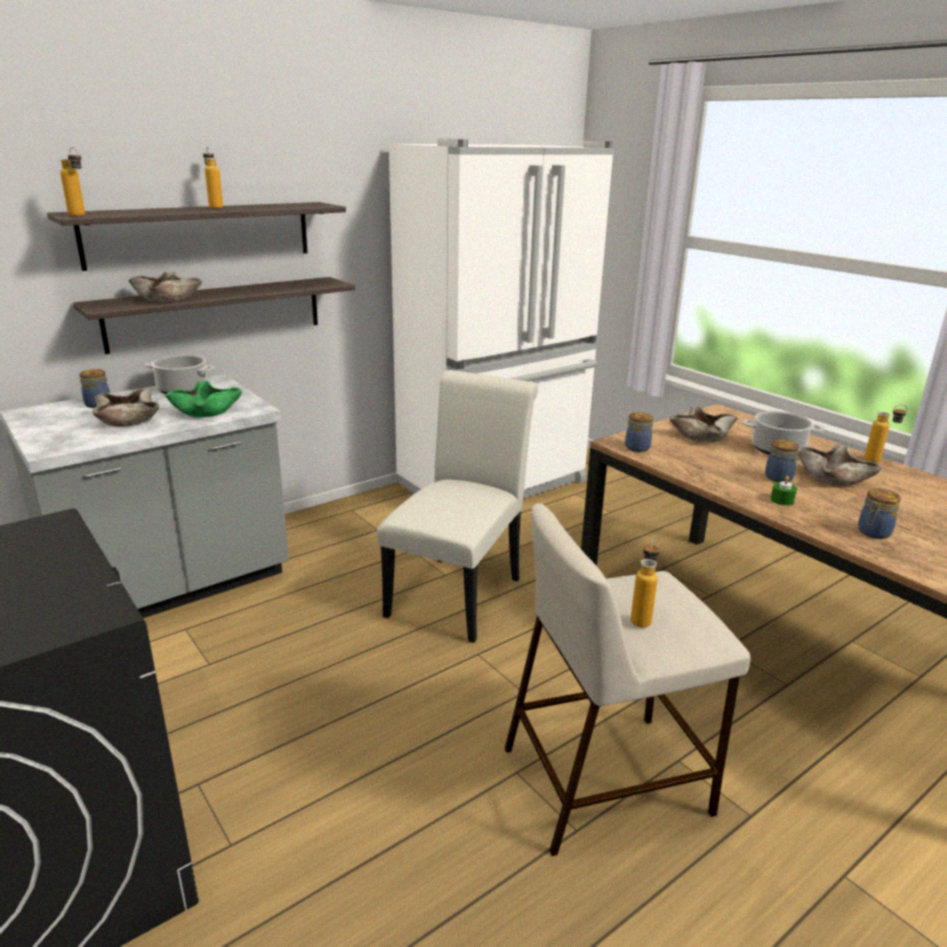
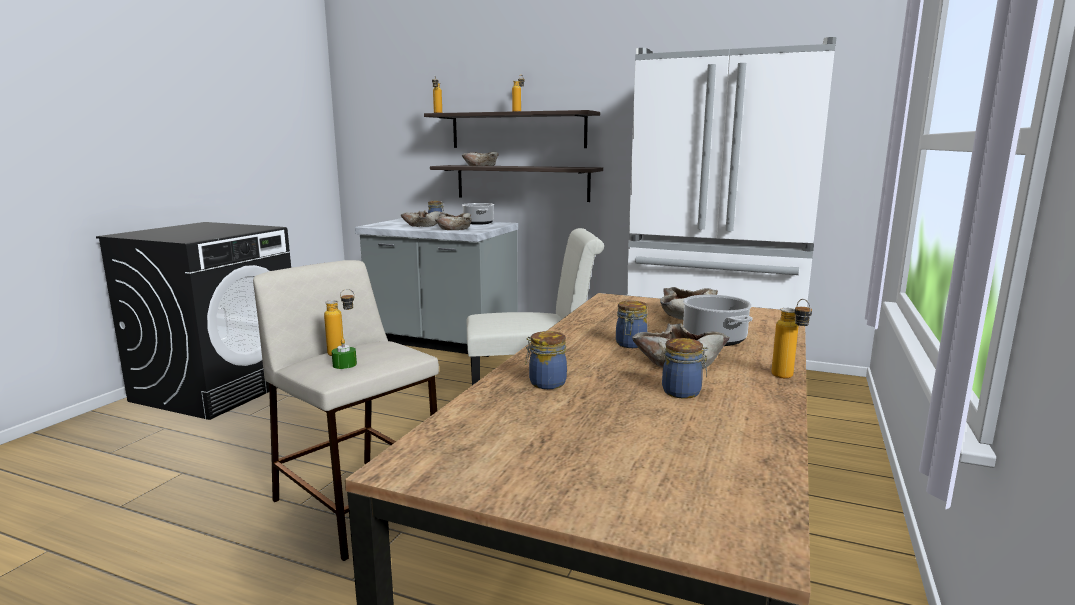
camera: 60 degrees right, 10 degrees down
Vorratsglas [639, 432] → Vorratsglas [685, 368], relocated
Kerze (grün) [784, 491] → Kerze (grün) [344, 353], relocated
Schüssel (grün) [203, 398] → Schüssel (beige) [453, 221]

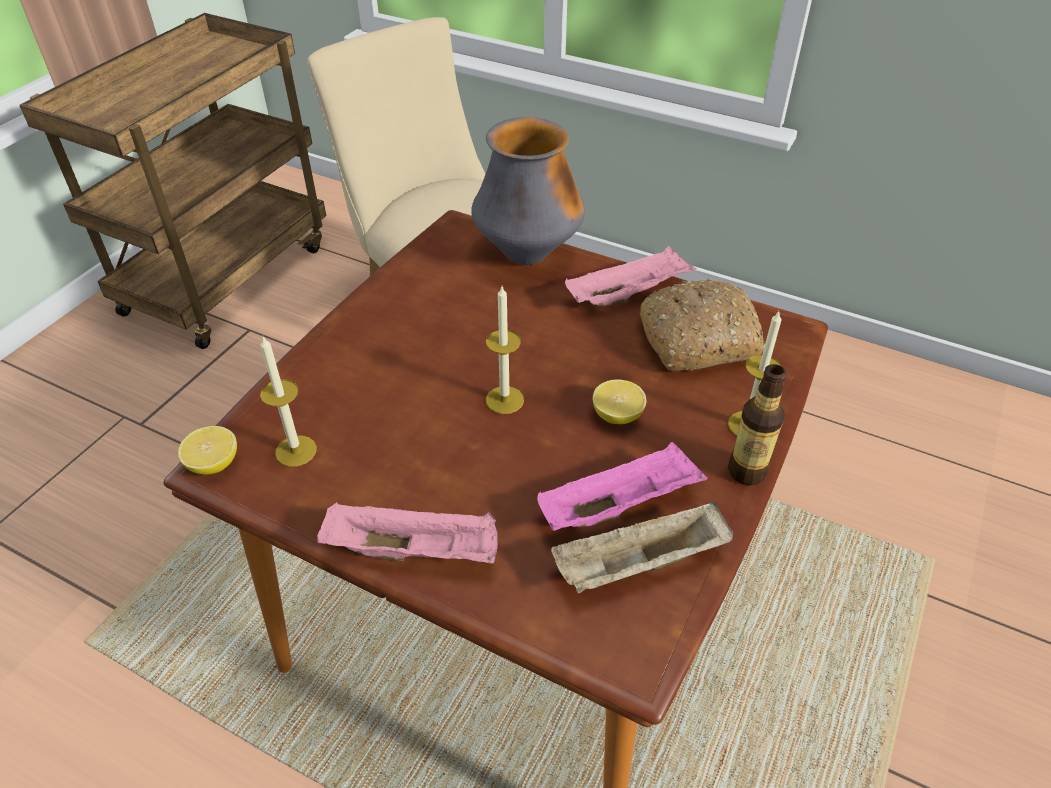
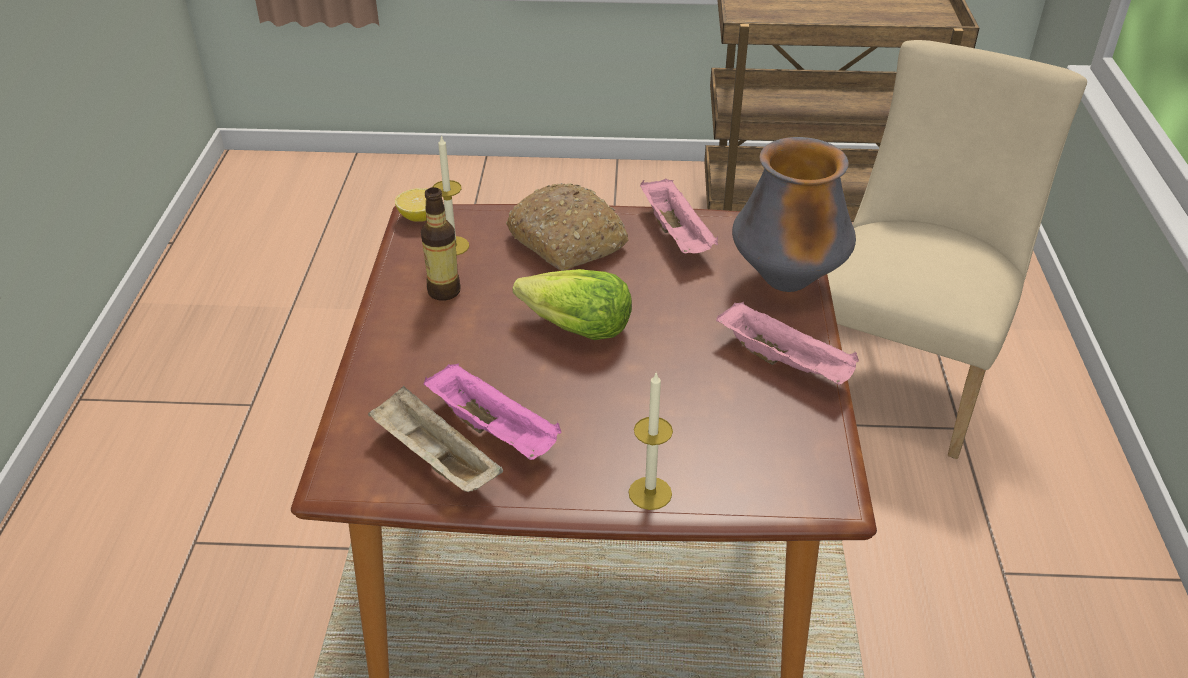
camera: 65 degrees right, 5 degrees down
Zitrone [619, 401] → -
Tablett (rosa) [407, 533] → Tablett (rosa) [679, 216], relocated
Brot [702, 325] → Brot [567, 227], relocated
Flasche [757, 424] → Flasche [441, 244], relocated
Kerze [505, 350] → Salatkopf [572, 304]

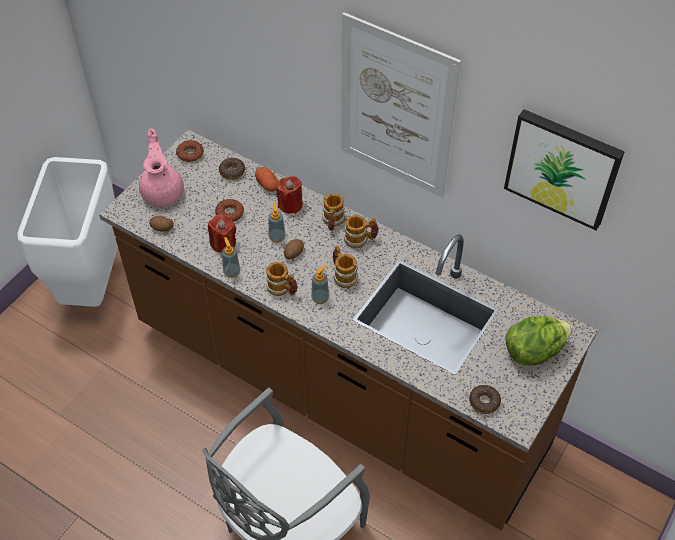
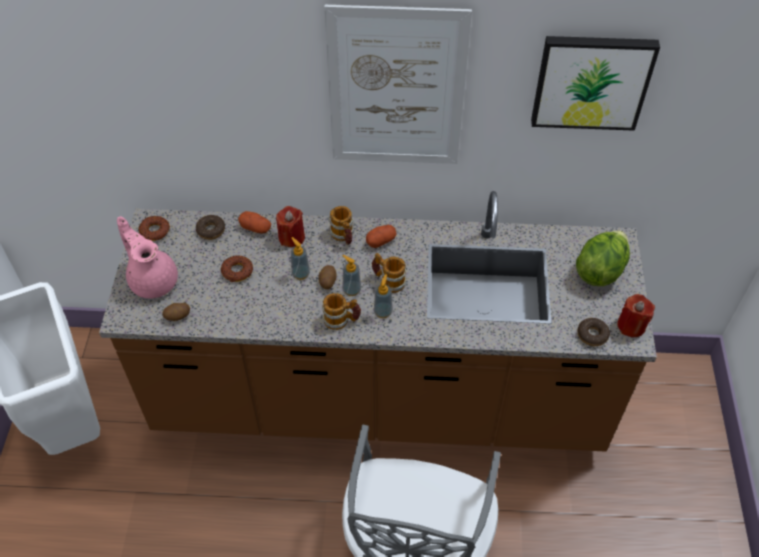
camera: 30 degrees left, 0 degrees up
Kerze (rot) [222, 234] → Kerze (rot) [636, 315], relocated
Seifenspender [231, 257] → Seifenspender [352, 275], relocated
Henkelbecher [361, 231] → Kartoffel [381, 236]

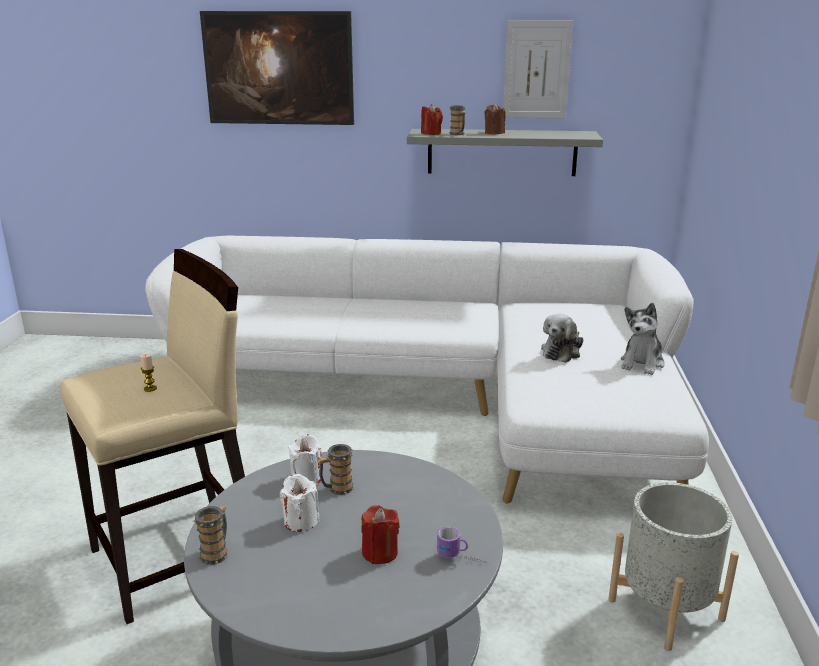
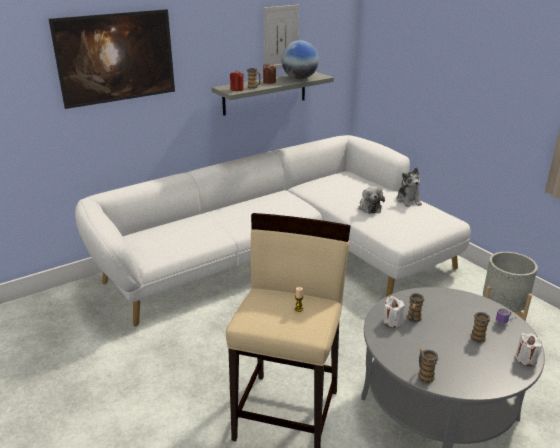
camera: 40 degrees left, 5 degrees up
- → Globus [300, 59]
Kerze (weiß) [300, 503] → Kerze (weiß) [528, 349], relocated
Kerze (rot) [380, 534] → Henkelbecher [480, 327]

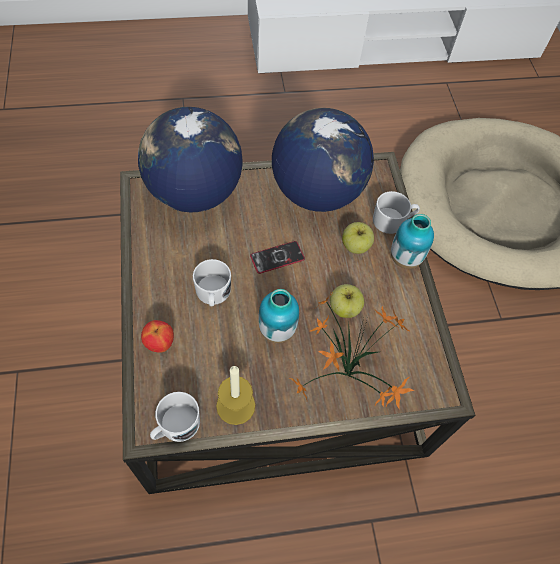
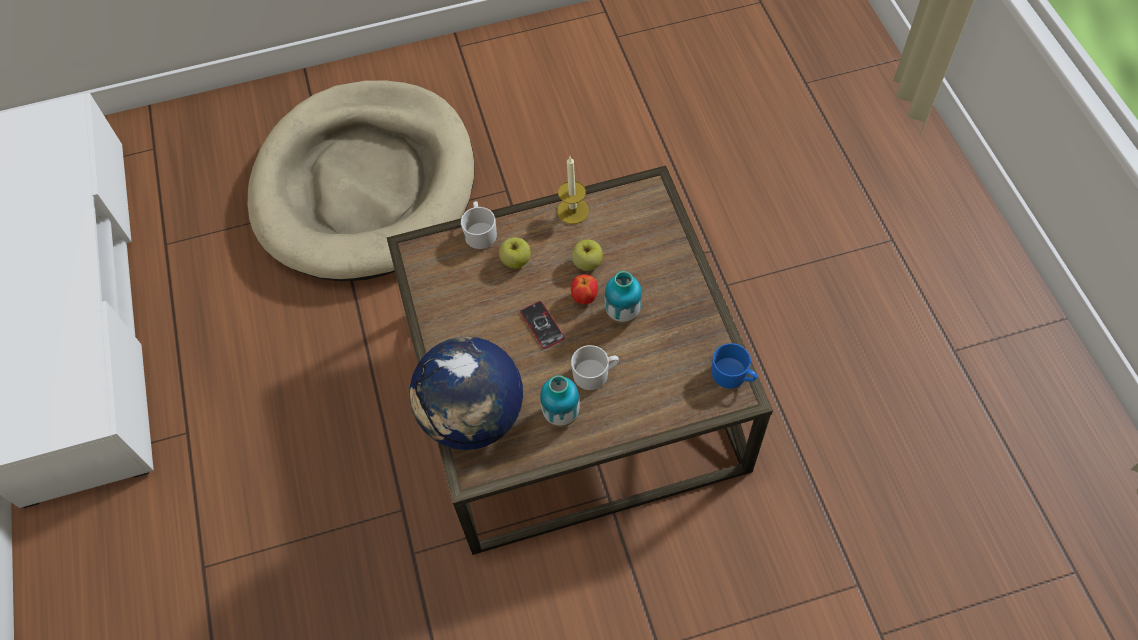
camera: 90 degrees left, 0 degrees up
Globus [323, 160] → -
Topfpflanze [352, 351] → -
Apfel [157, 336] → Apfel [584, 289], relocated
Kerze [235, 395] → Kerze [573, 190], relocated
Vase [412, 241] → Vase [560, 401], relocated
Henkelbecher (weiß) [175, 417] → Henkelbecher (blau) [734, 365]

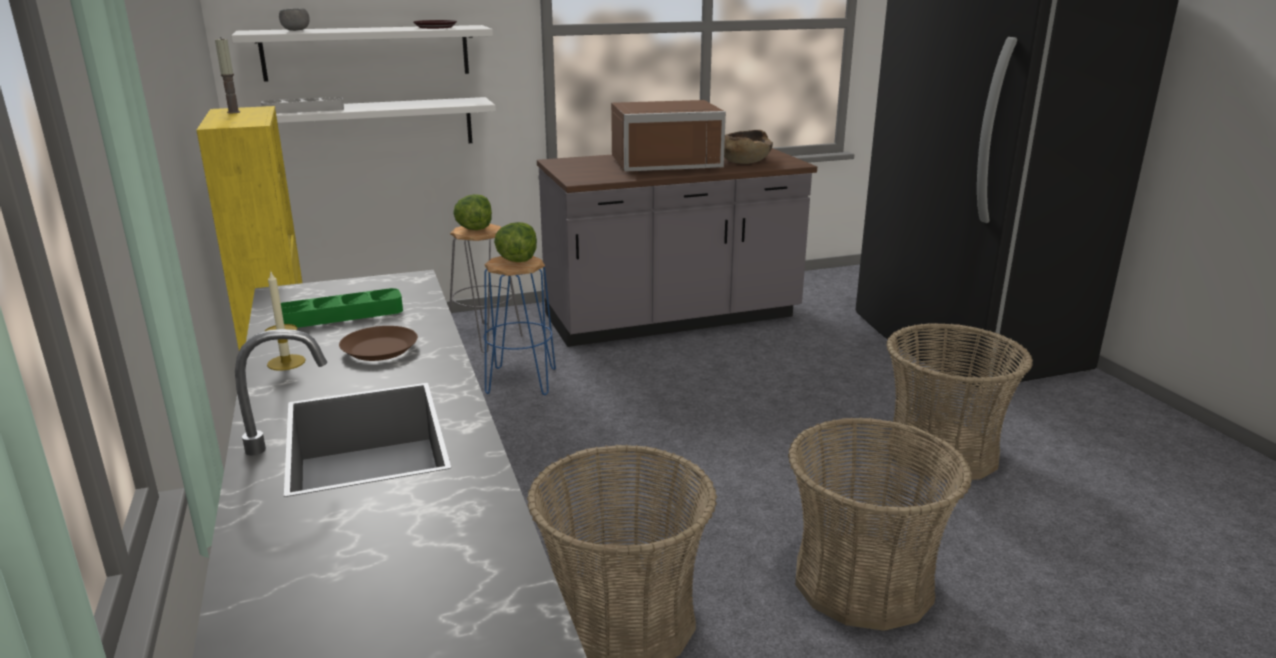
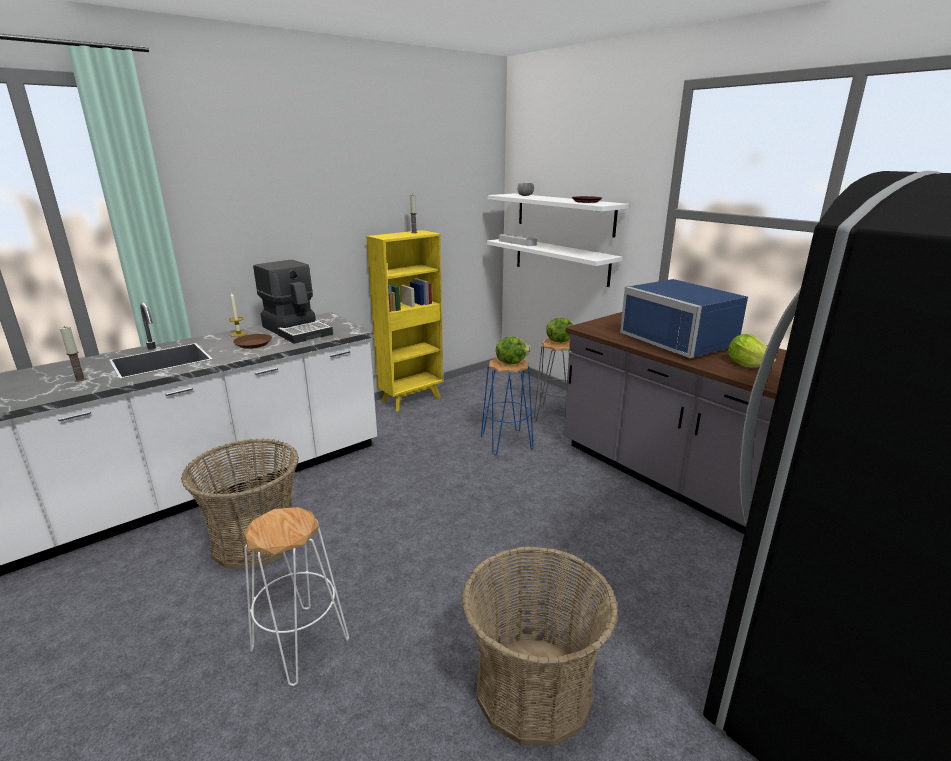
camera: 70 degrees right, 0 degrees up
- → Kerze [73, 354]
Tablett (grün) [342, 308] → Kaffeemaschine [293, 302]
Schüssel (braun) [748, 147] → Salatkopf [752, 351]
Korb [880, 524] → Hocker (weiß) [296, 596]
Mikrowelle (braun) [668, 136] → Mikrowelle (blau) [684, 318]

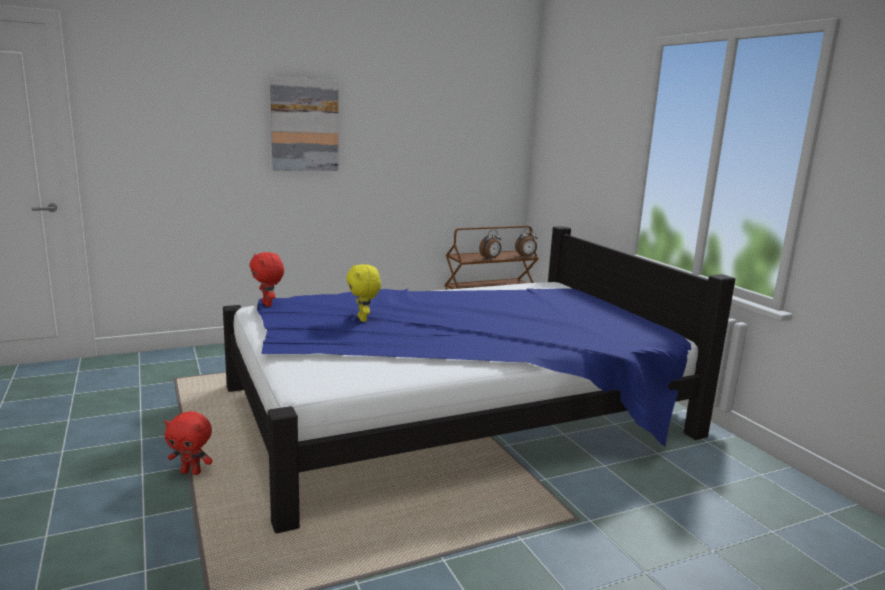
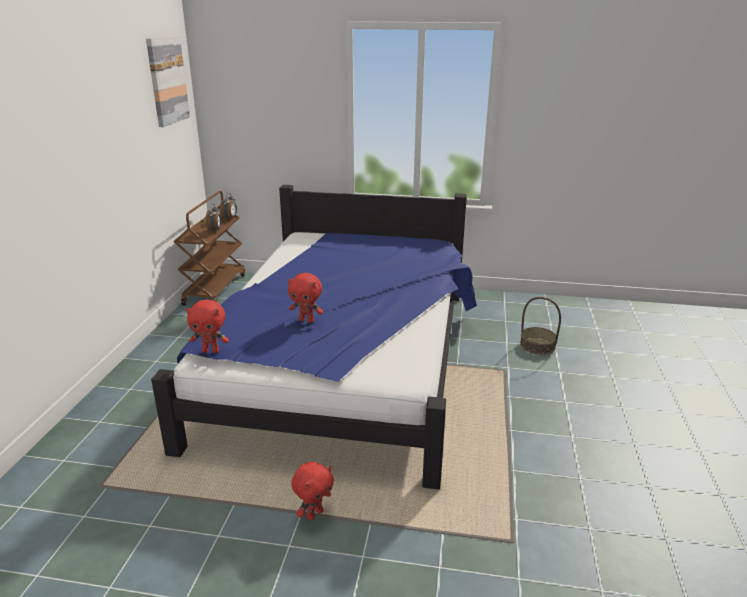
camera: 55 degrees left, 10 degrees up
- → Korb [540, 326]
Bild [304, 124] → Bild [168, 81], relocated
Plüschtier (gelb) [363, 293] → Plüschtier (rot) [305, 298]

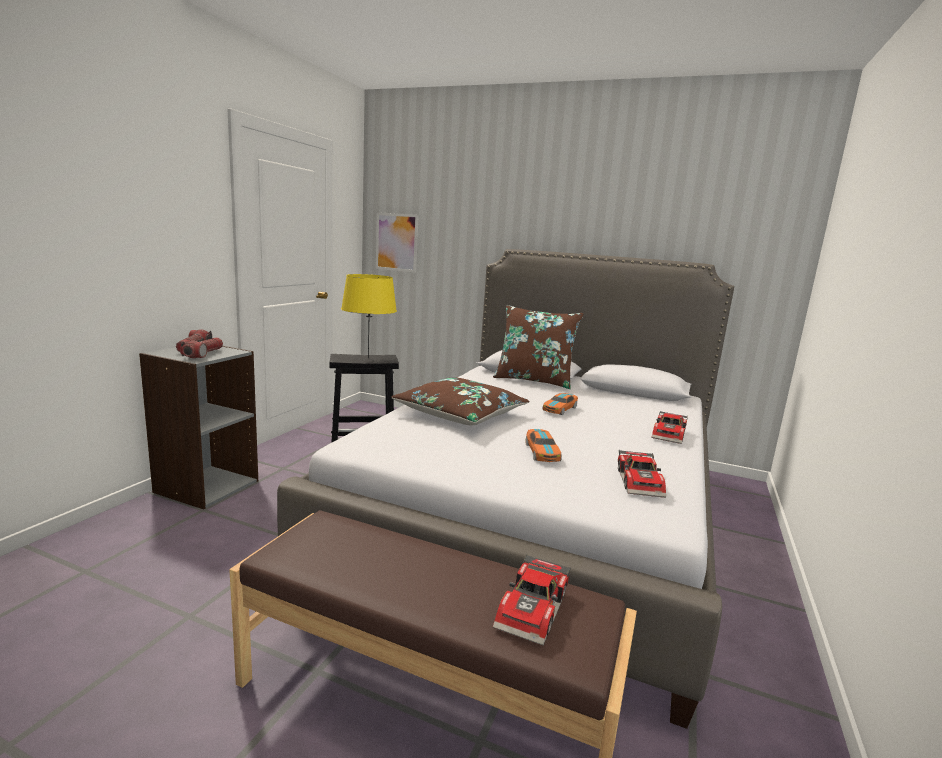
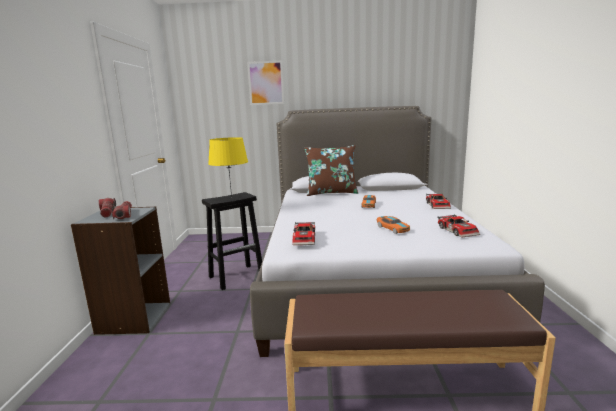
camera: 20 degrees left, 0 degrees up
Kissen (braun) [460, 401] → -
Bild [397, 242] → Bild [265, 82], relocated
Spielzeugauto [532, 600] → Spielzeugauto [304, 233], relocated

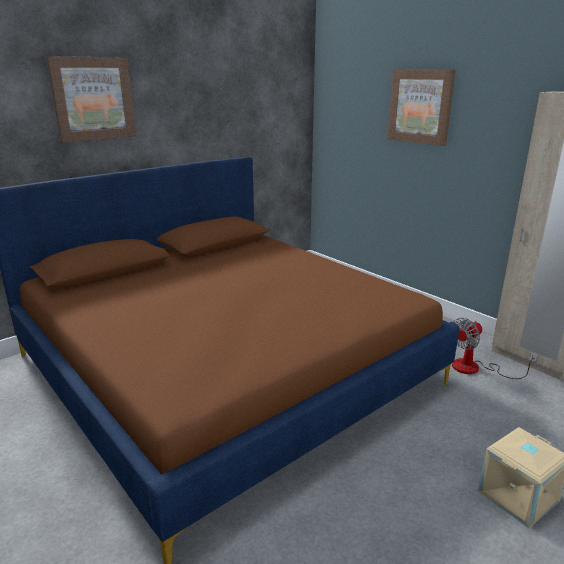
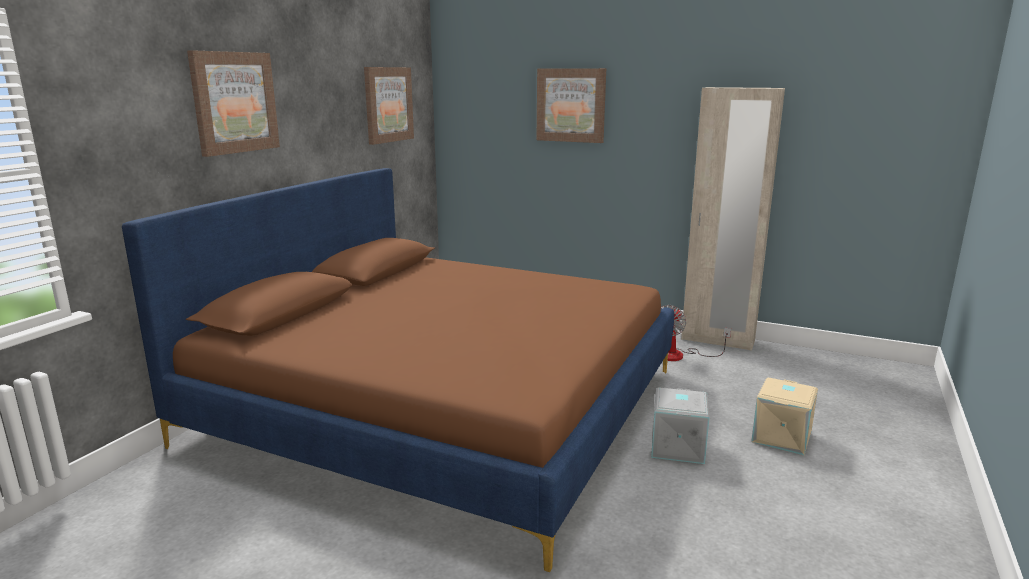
camera: 25 degrees left, 5 degrees down
- → Bild [389, 106]
- → Aufbewahrungsbox (grau) [680, 426]

